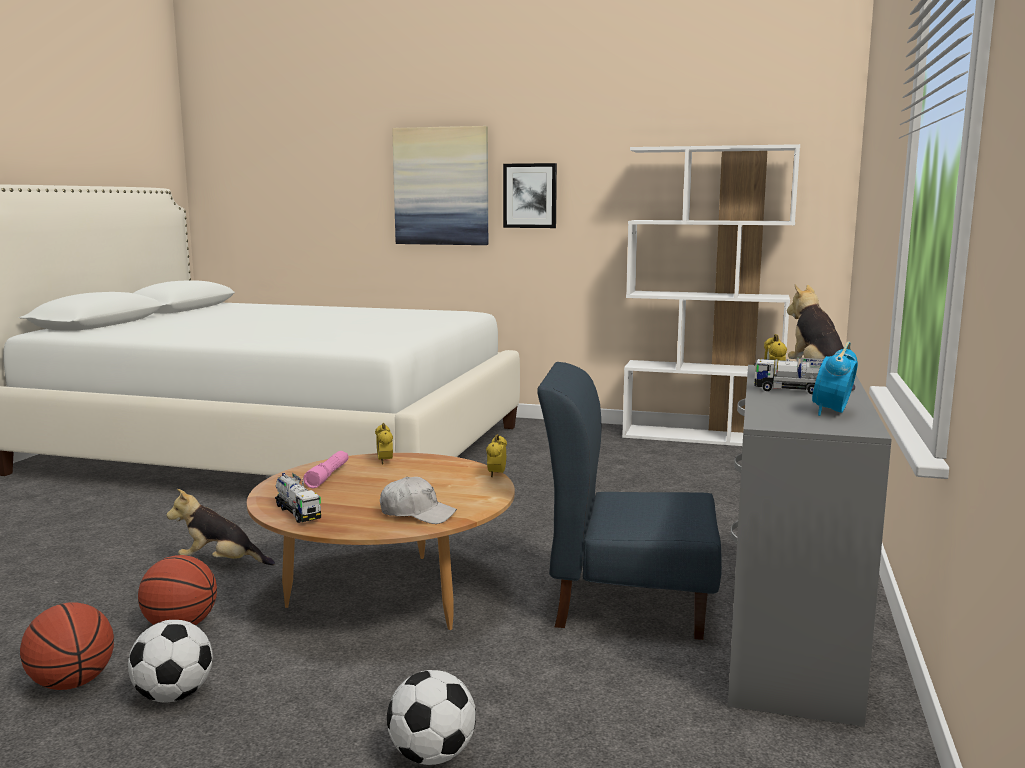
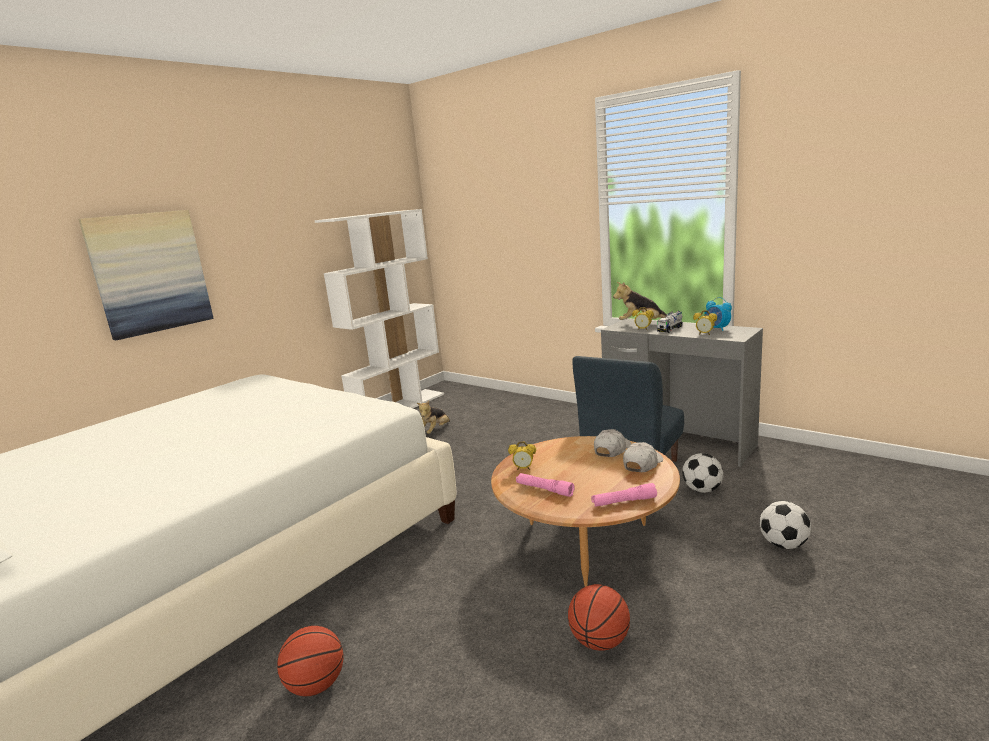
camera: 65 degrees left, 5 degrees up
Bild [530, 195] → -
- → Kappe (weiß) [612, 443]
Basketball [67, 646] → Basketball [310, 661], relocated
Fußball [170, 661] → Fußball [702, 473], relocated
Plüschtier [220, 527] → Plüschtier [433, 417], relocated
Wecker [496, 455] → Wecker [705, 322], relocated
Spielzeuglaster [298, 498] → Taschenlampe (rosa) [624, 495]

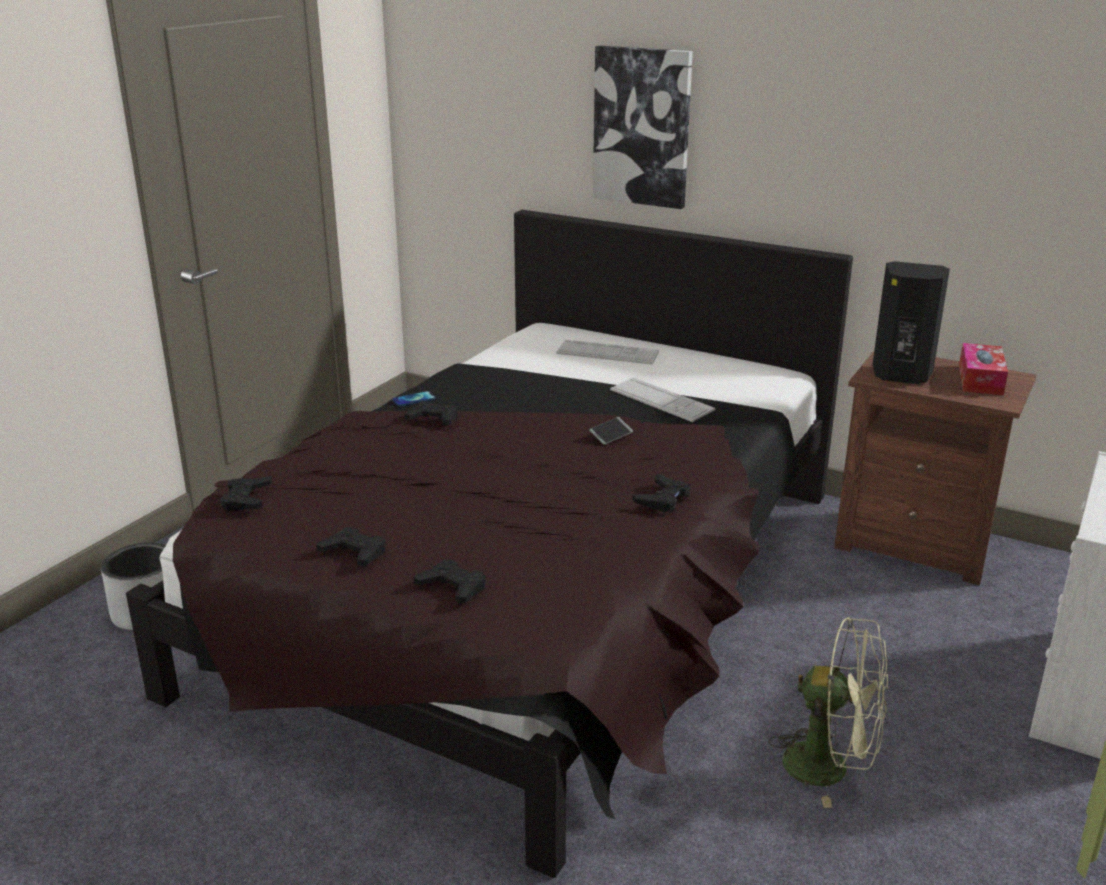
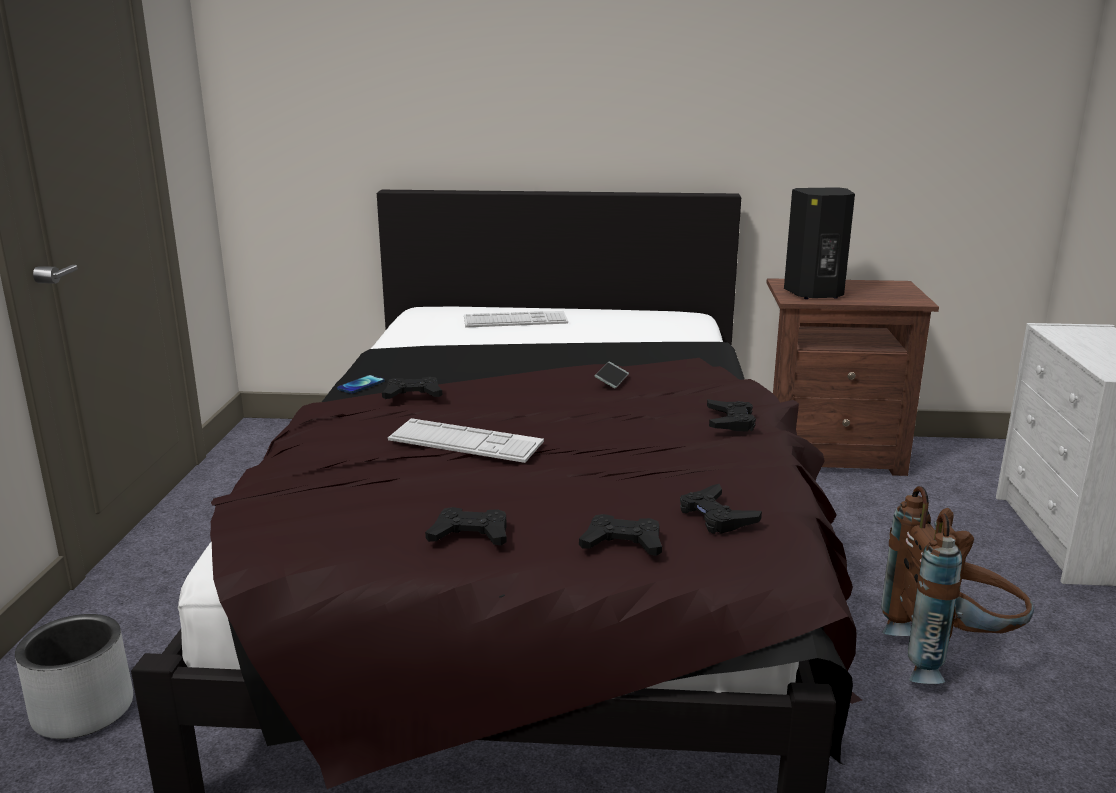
camera: 25 degrees left, 5 degrees down
Bild [643, 127] → -
Taschentuchbox [983, 369] → -
Gamepad (schwarz) [246, 493] → Gamepad (schwarz) [721, 509], relocated
Tastatur [662, 399] → Tastatur [466, 440], relocated
Ventilator (grün) [828, 712] → Rucksack (braun) [957, 585]

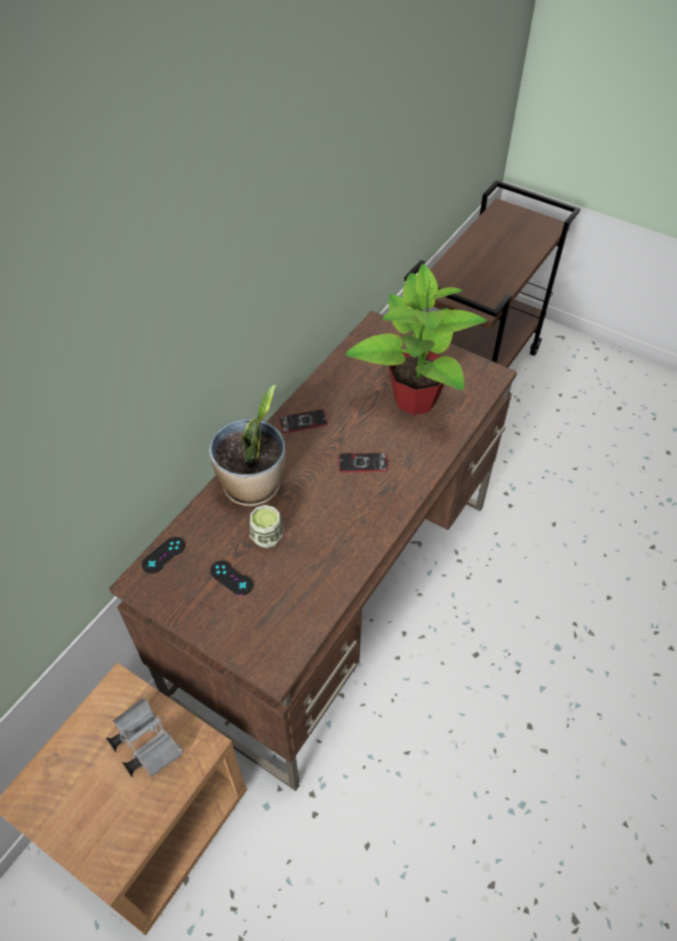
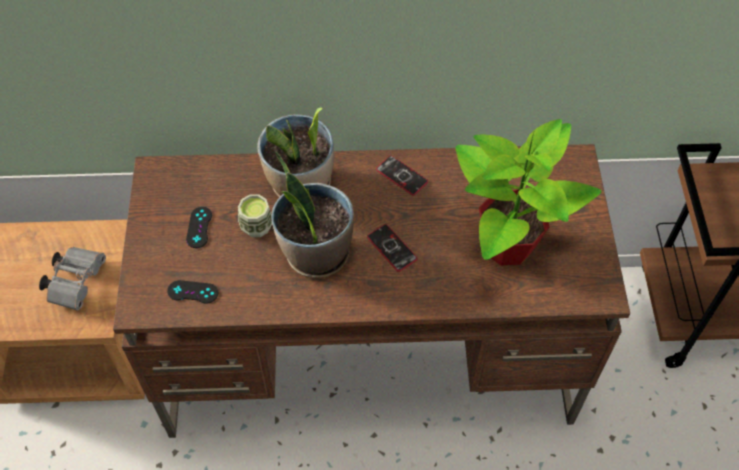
camera: 55 degrees right, 5 degrees up
- → Topfpflanze [313, 214]
Gamepad (schwarz) [163, 555] → Gamepad (schwarz) [192, 292], relocated

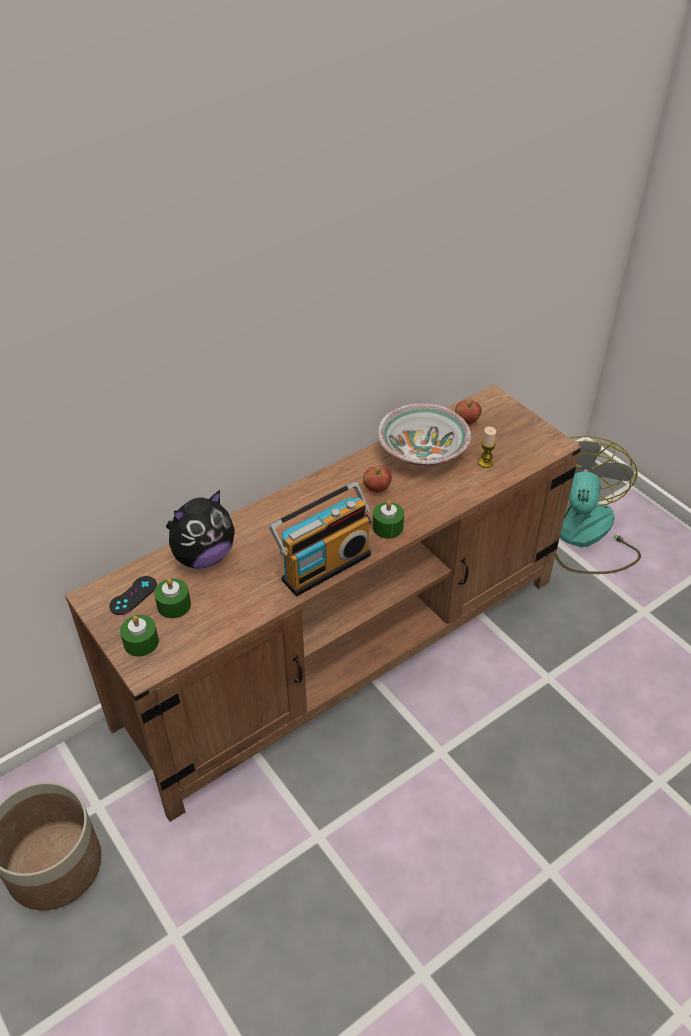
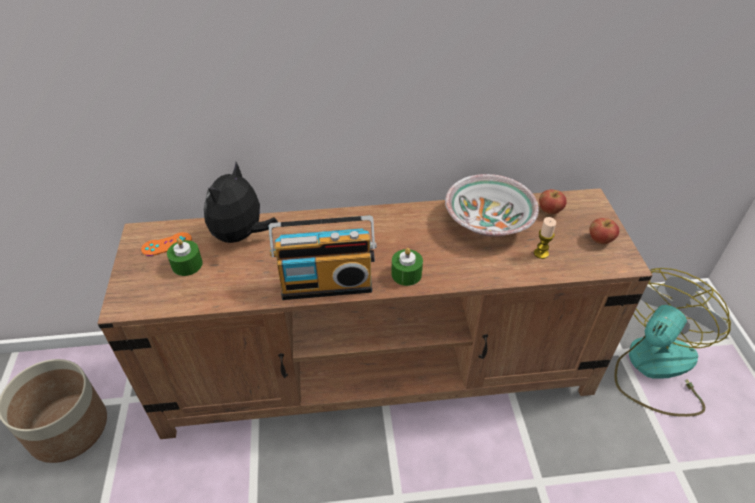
camera: 30 degrees right, 0 degrees up
Kerze (grün) [139, 636] → -
Apfel [377, 479] → Apfel [604, 231], relocated
Gamepad (schwarz) [133, 595] → Gamepad (orange) [166, 244]
Plüschtier [200, 529] → Plüschtier [241, 202], 120 degrees clockwise

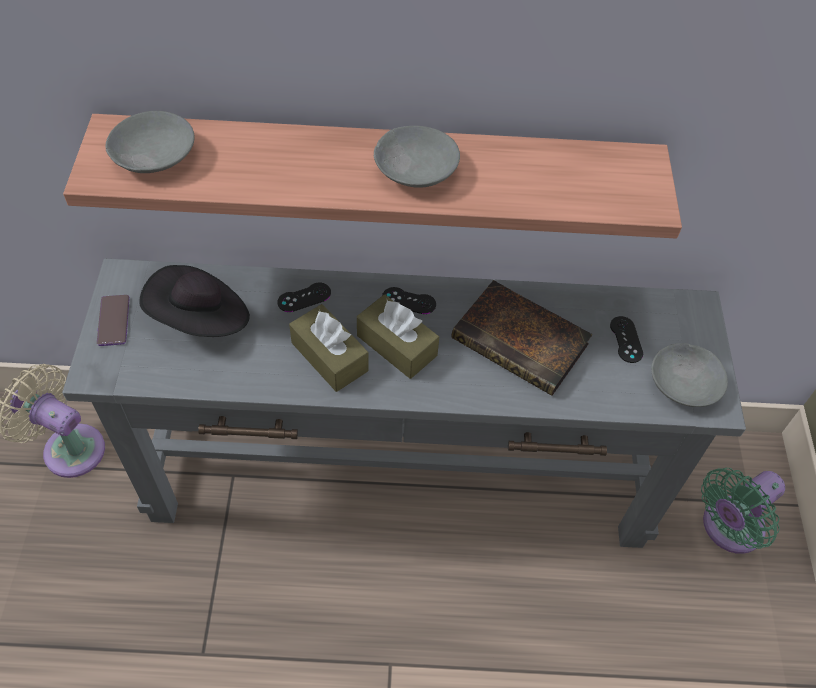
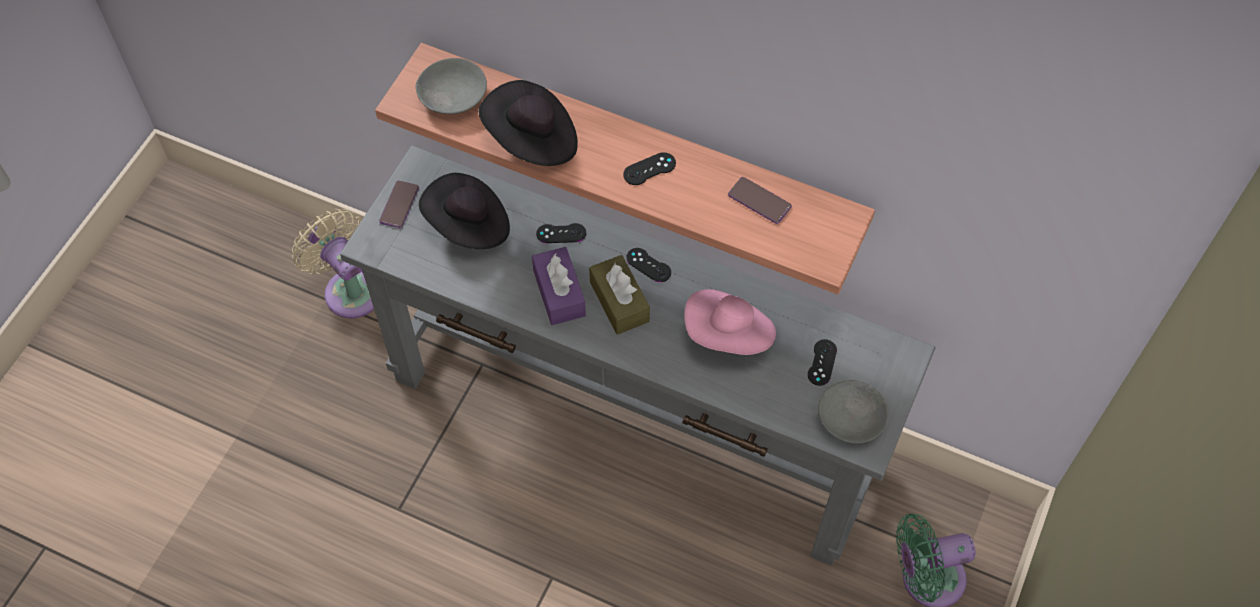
camera: 25 degrees right, 5 degrees up
- → Hut (schwarz) [528, 123]
- → Handy [760, 200]
Schüssel (grau) [417, 157] → Gamepad (schwarz) [649, 168]
Buch [521, 338] → Hut (rosa) [730, 322]
Taschentuchbox (braun) [328, 348] → Taschentuchbox (lila) [559, 286]

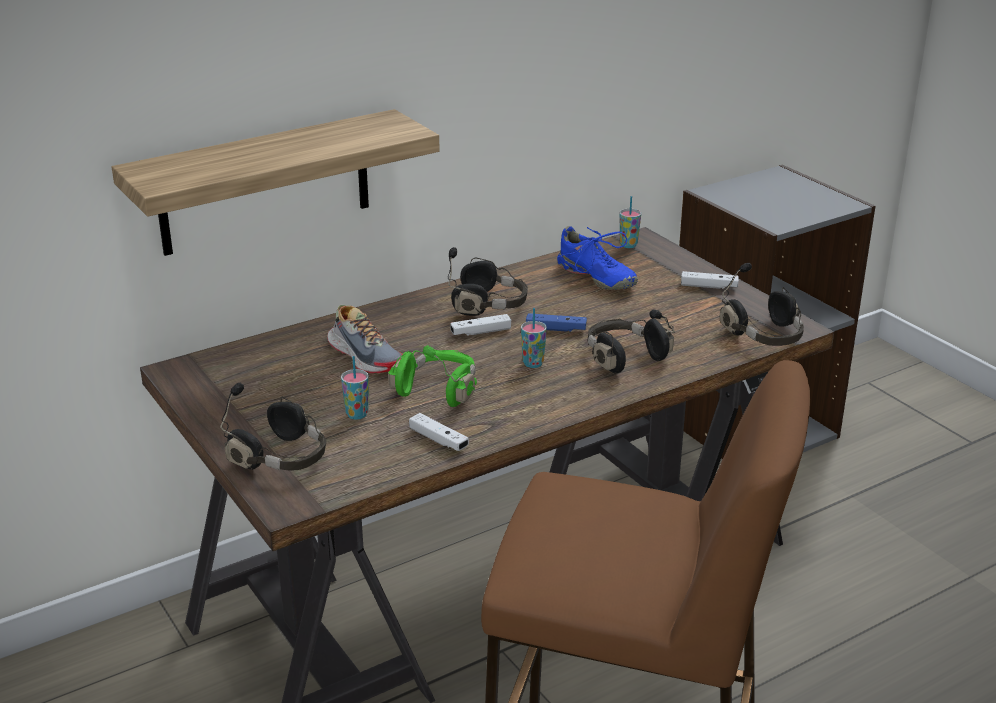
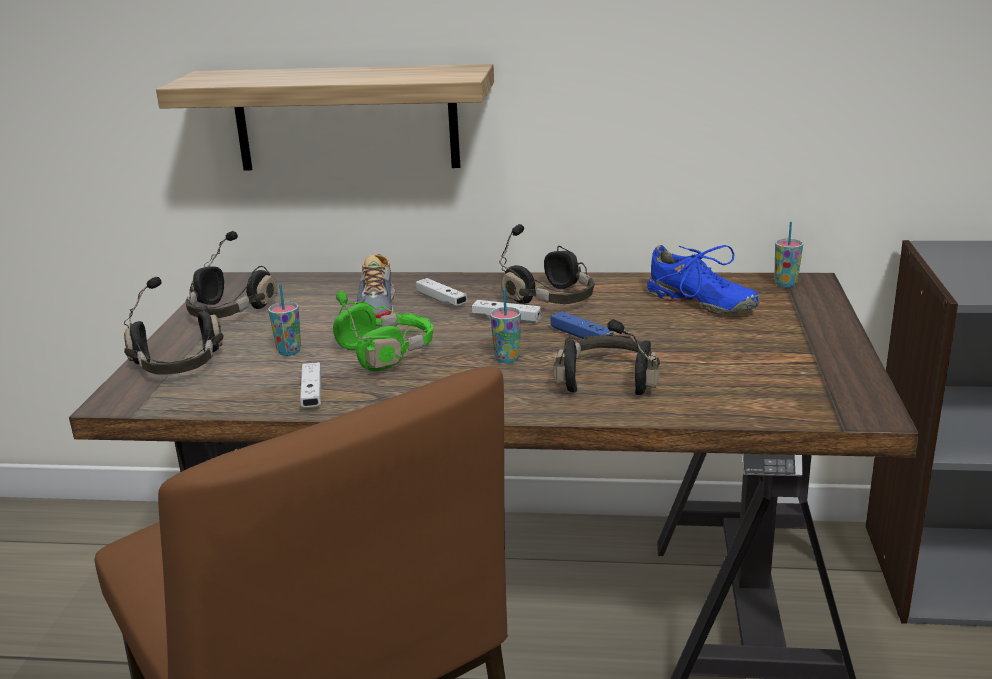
camera: 40 degrees right, 5 degrees down
Gamepad (weiß) [710, 280] → Gamepad (weiß) [441, 292], relocated
Kopfhörer (schwarz) [762, 304] → Kopfhörer (schwarz) [232, 274], relocated
Schuh (blau) [597, 258] → Schuh (blau) [703, 279], 45 degrees counterclockwise

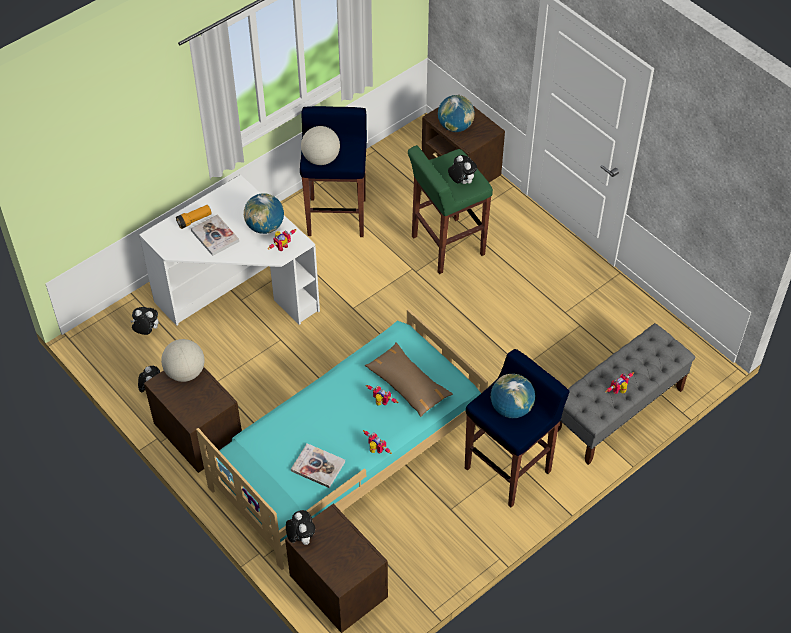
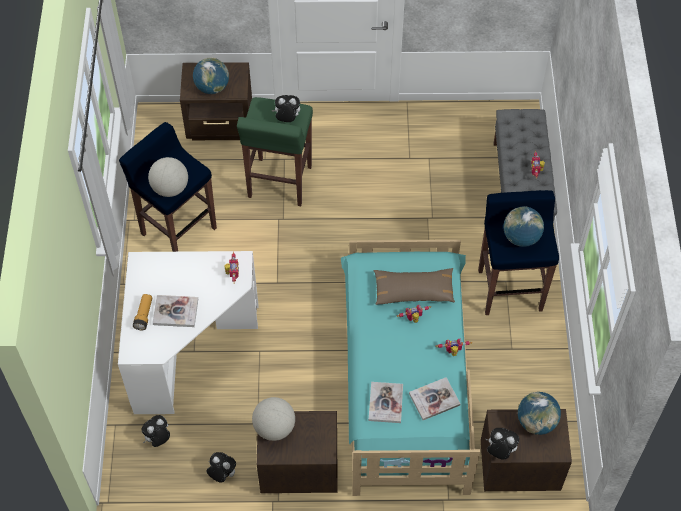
camera: 50 degrees left, 5 degrees up
- → Buch [385, 402]
Globus [264, 213] → Globus [539, 413], relocated

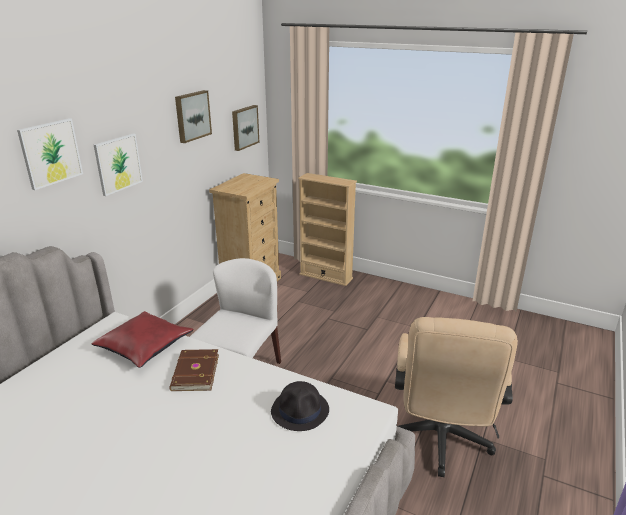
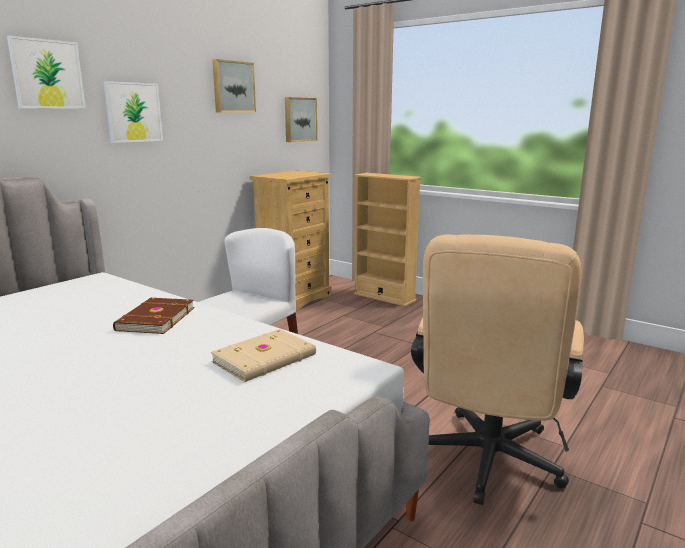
camera: 10 degrees right, 10 degrees down
Kissen (rot) [142, 339] → -
Hut (schwarz) [300, 406] → Buch (beige) [263, 355]

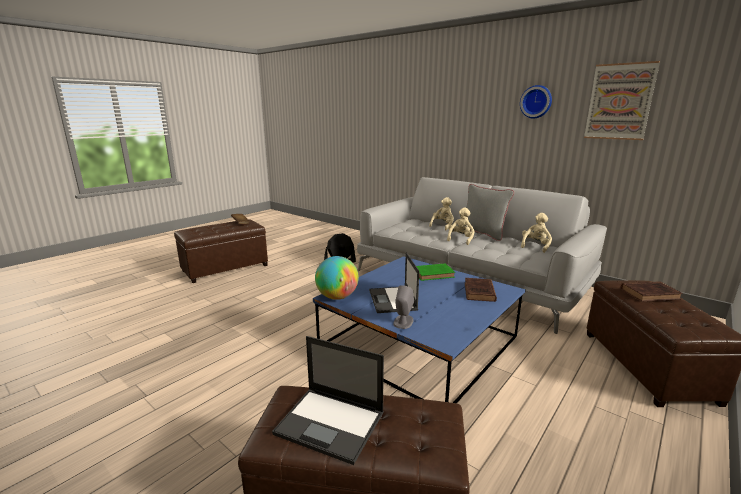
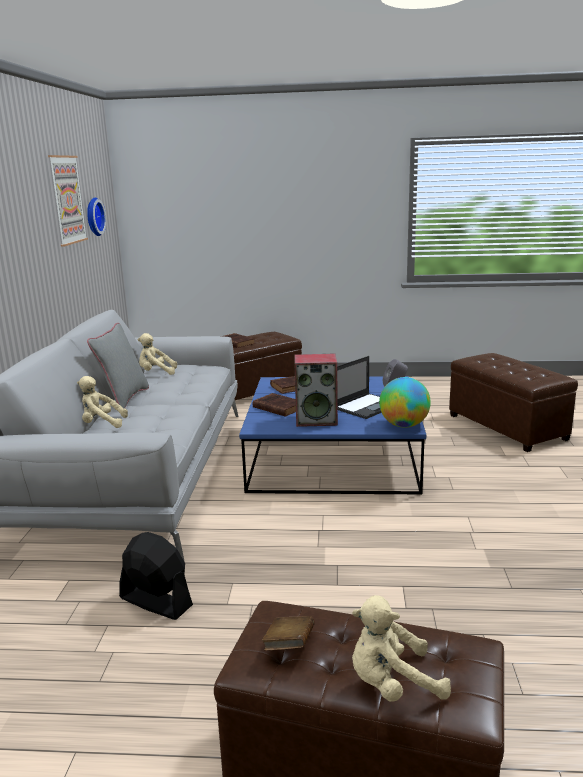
camera: 125 degrees left, 0 degrees up
Laptop [328, 400] → -
- → Lautsprecher [316, 390]
Plüschtier (beige) [461, 226] → Plüschtier (beige) [401, 648], relocated
Wanduhr [536, 102] → Wanduhr [96, 216], relocated
Buch (grün) [435, 272] → Buch (braun) [274, 405]

